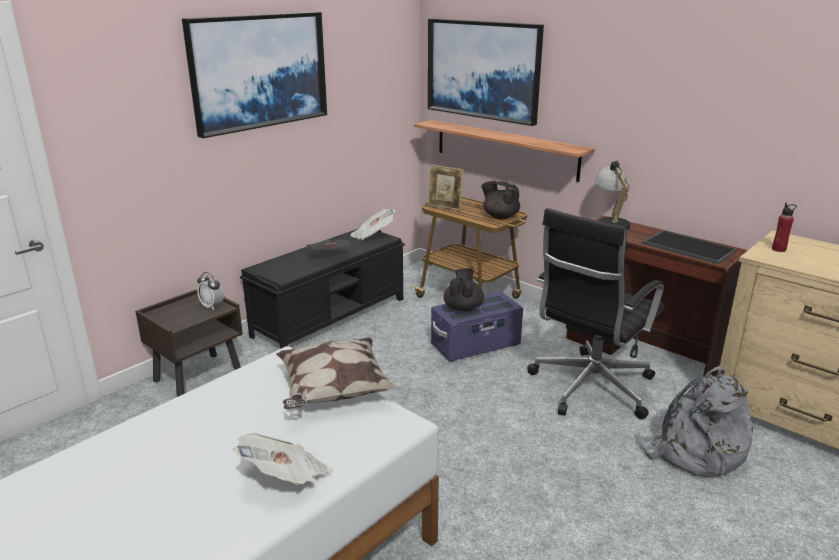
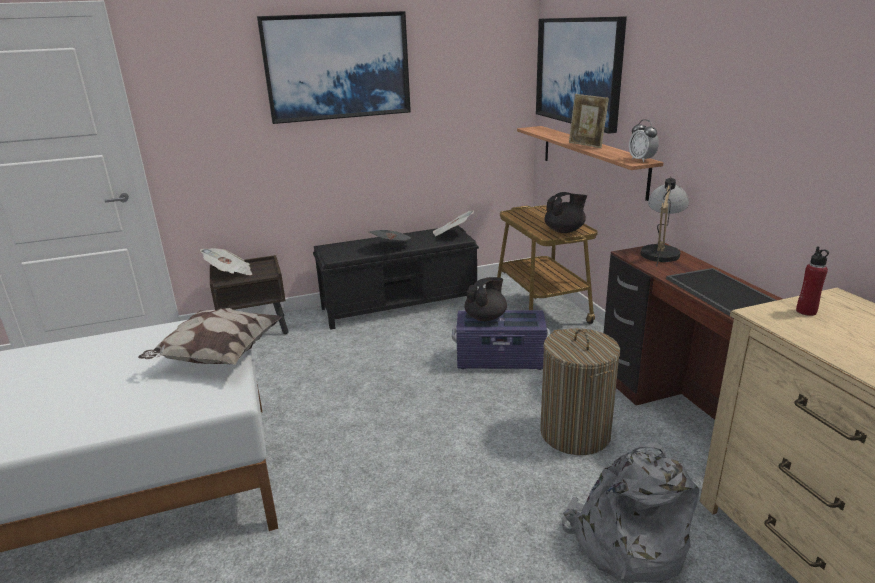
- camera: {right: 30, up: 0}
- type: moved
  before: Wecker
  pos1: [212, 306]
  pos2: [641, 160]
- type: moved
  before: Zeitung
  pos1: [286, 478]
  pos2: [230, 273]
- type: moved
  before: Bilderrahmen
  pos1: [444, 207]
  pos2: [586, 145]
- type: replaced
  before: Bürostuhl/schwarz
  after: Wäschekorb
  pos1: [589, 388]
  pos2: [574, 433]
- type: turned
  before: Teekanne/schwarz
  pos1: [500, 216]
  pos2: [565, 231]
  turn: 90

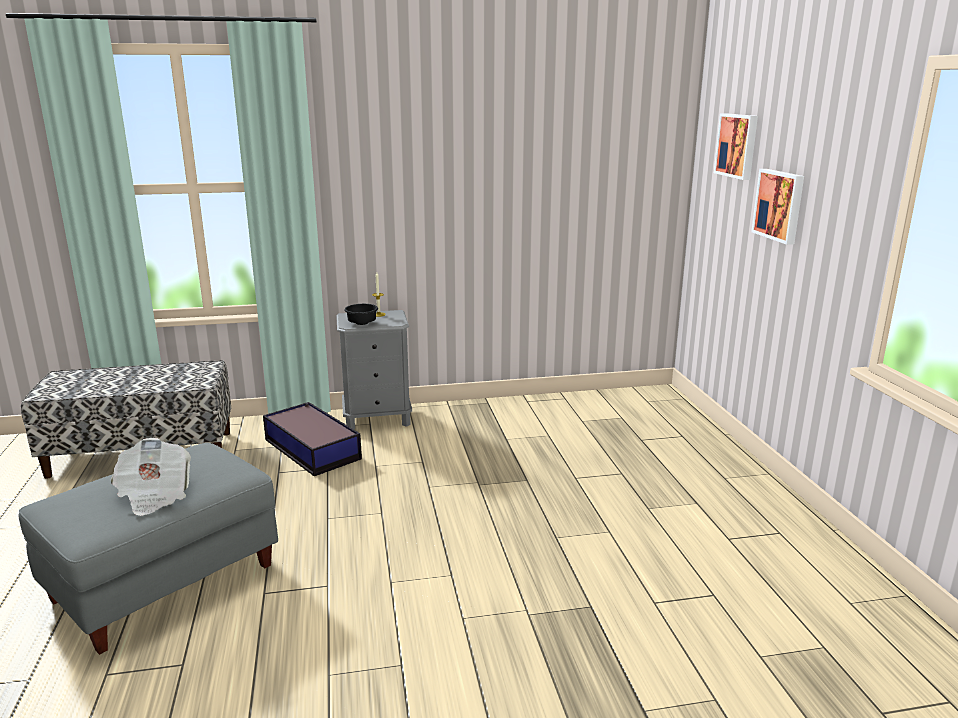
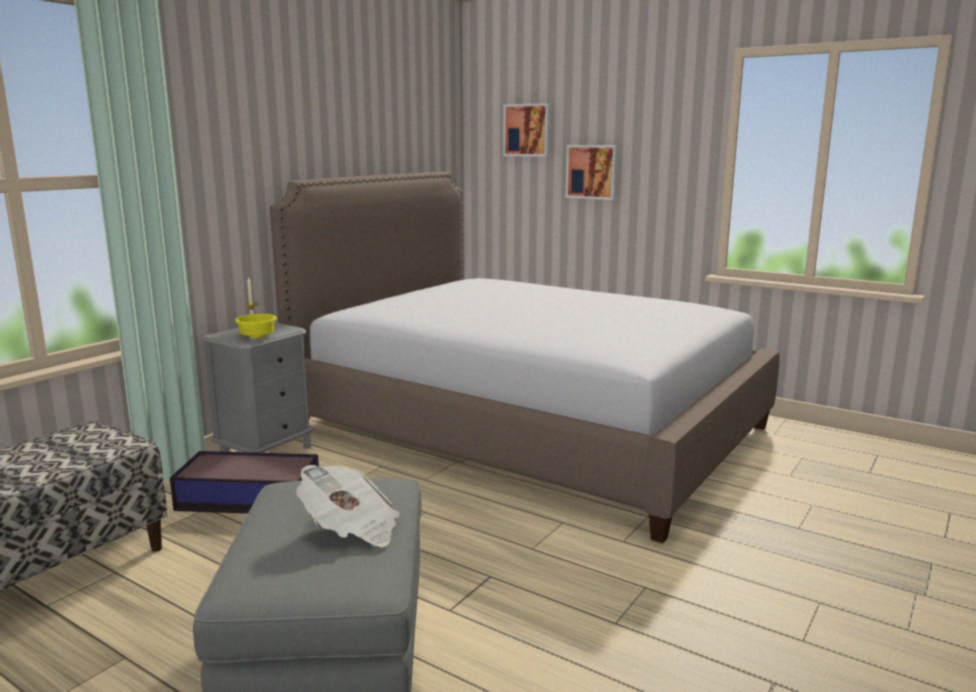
- camera: {right: -45, up: -5}
- type: added
  after: Bett
  pos2: [529, 429]
- type: recoloured
  before: Schüssel/schwarz
  after: Schüssel/gelb
  pos1: [362, 323]
  pos2: [256, 336]

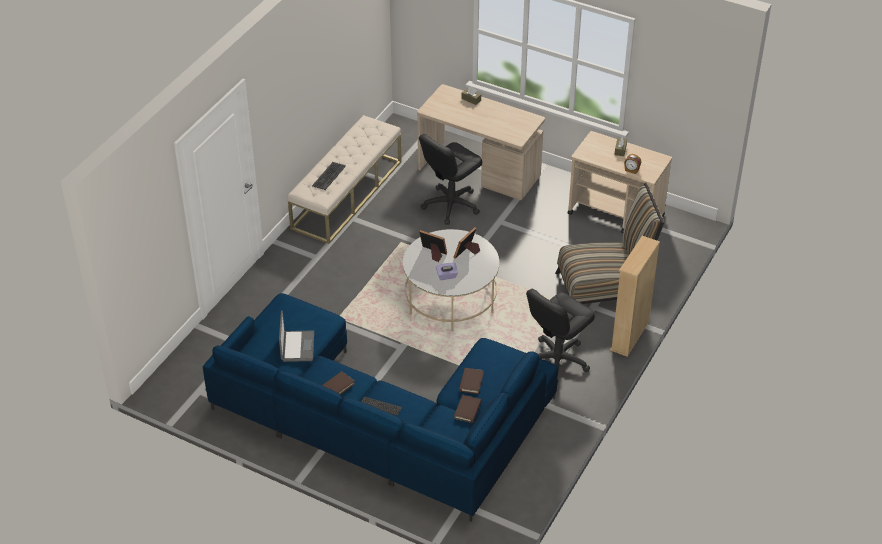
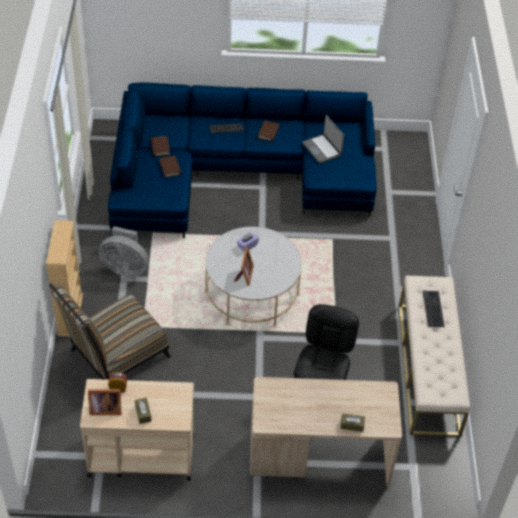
- camera: {right: 150, up: 5}
- type: moved
  before: Bilderrahmen
  pos1: [433, 254]
  pos2: [104, 408]
- type: replaced
  before: Bürostuhl/schwarz
  after: Ventilator/grau
  pos1: [557, 360]
  pos2: [125, 268]

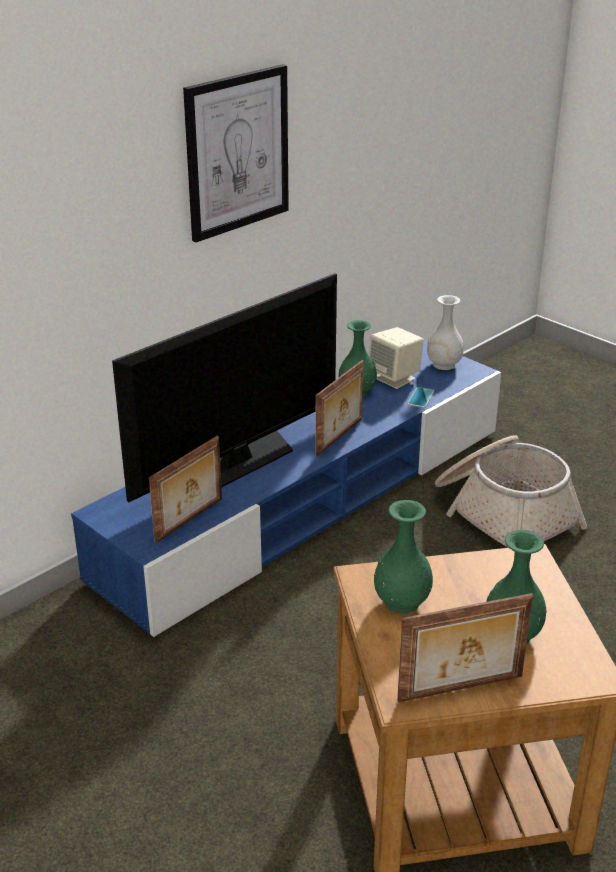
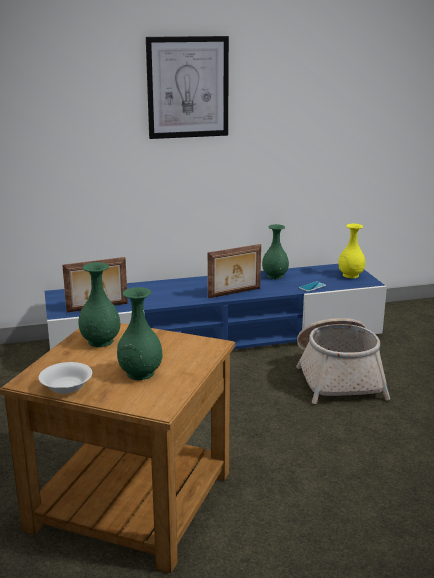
- camera: {right: 30, up: -10}
- type: removed
  before: Fernseher
  pos1: [236, 462]
- type: removed
  before: Lautsprecher/beige
  pos1: [395, 378]
- type: replaced
  before: Bilderrahmen
  after: Schüssel/weiß
  pos1: [461, 690]
  pos2: [67, 387]
- type: recoloured
  before: Vase/weiß
  after: Vase/gelb
  pos1: [443, 364]
  pos2: [350, 275]

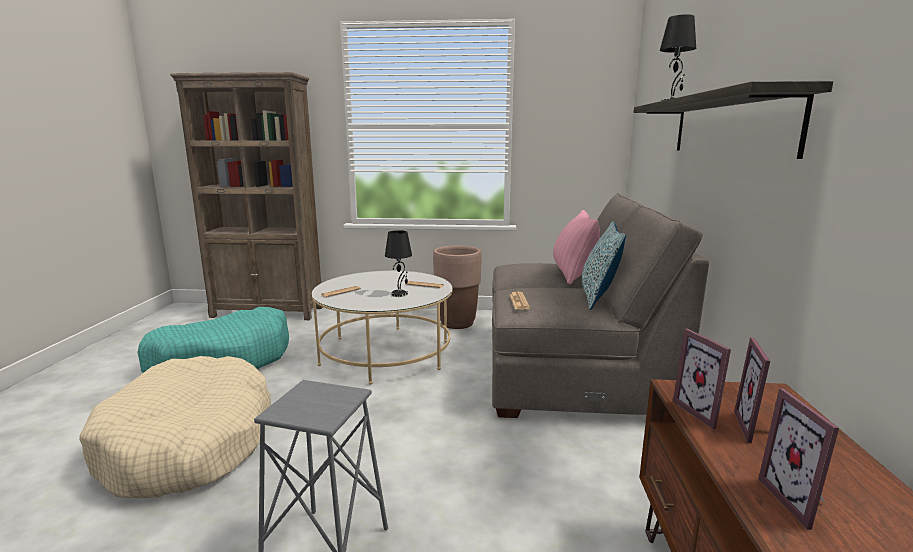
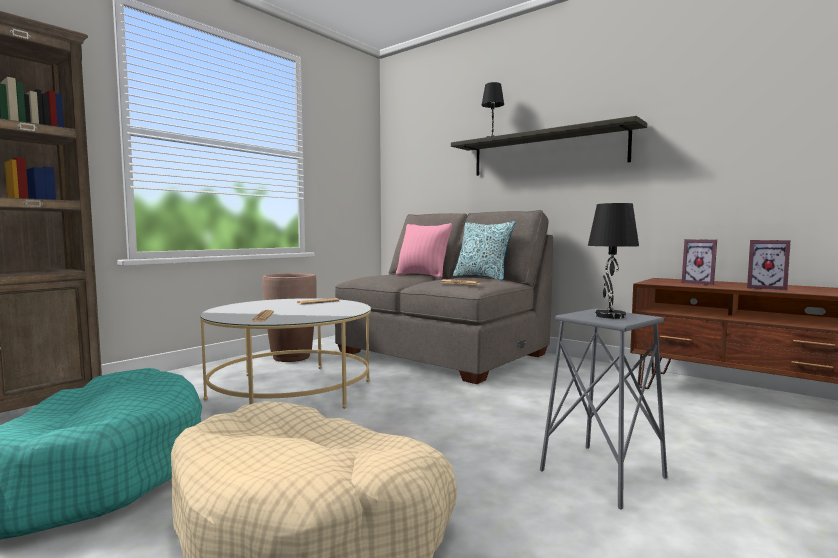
- camera: {right: -55, up: -10}
- type: removed
  before: Bilderrahmen
  pos1: [704, 412]
- type: moved
  before: Tischlampe/schwarz
  pos1: [399, 294]
  pos2: [609, 316]

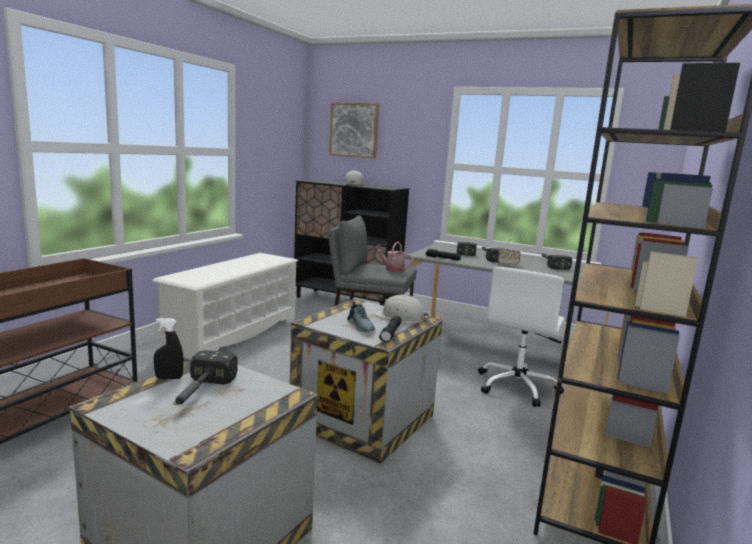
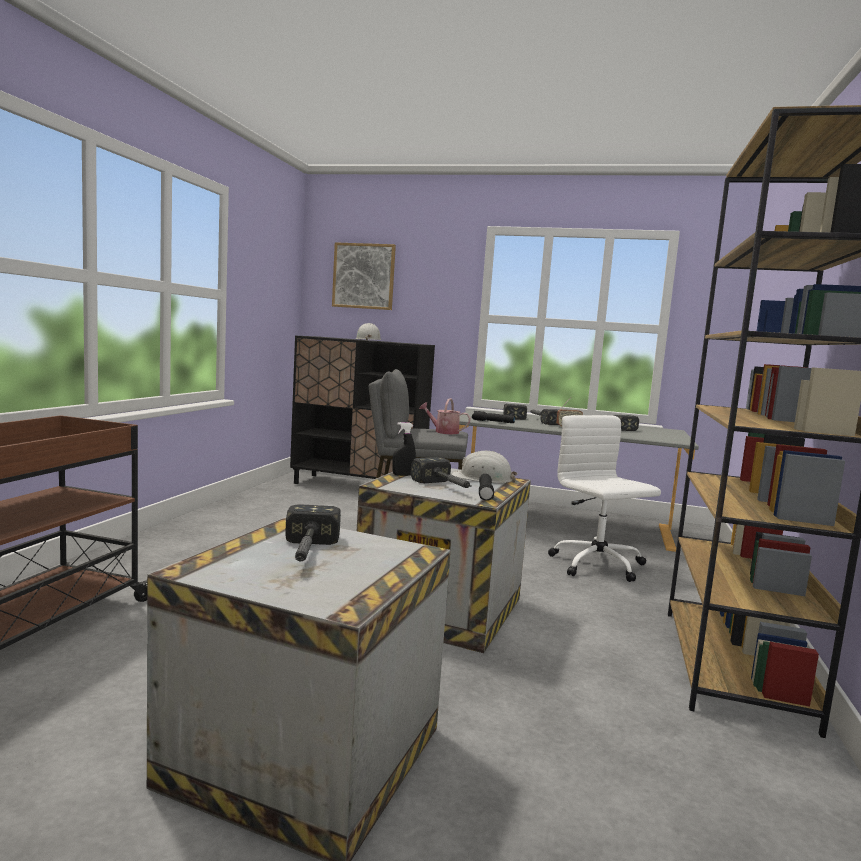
- camera: {right: -10, up: -5}
- type: removed
  before: Schuhregal/weiß
  pos1: [233, 334]
- type: moved
  before: Sprühflasche/schwarz
  pos1: [169, 378]
  pos2: [403, 475]
- type: replaced
  before: Schuh
  after: Hammer
  pos1: [361, 326]
  pos2: [446, 487]
- type: turned
  before: Bürostuhl/weiß
  pos1: [517, 386]
  pos2: [598, 565]
  turn: 135

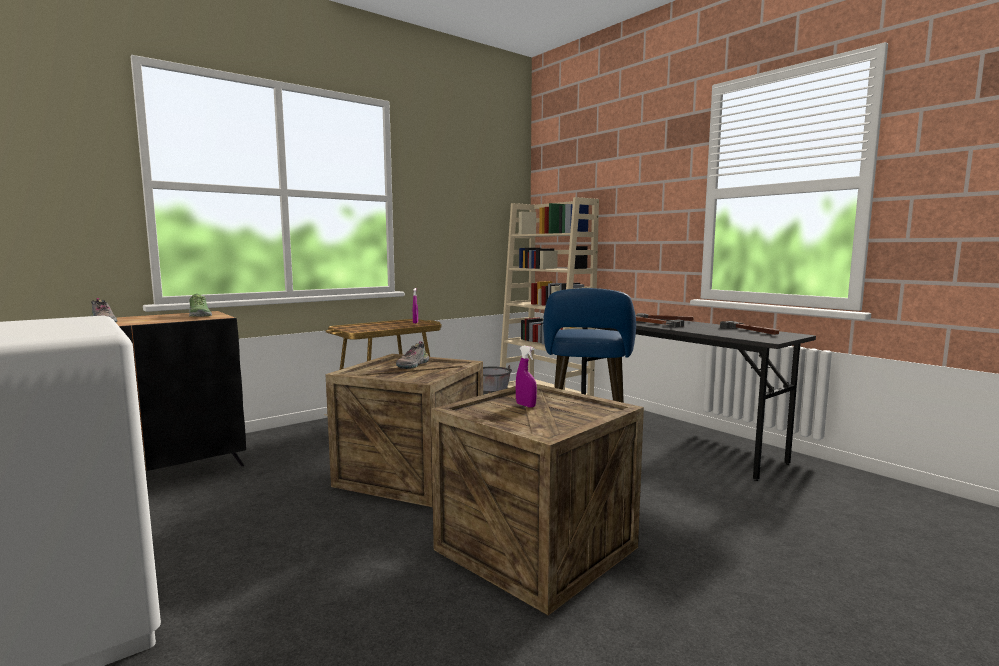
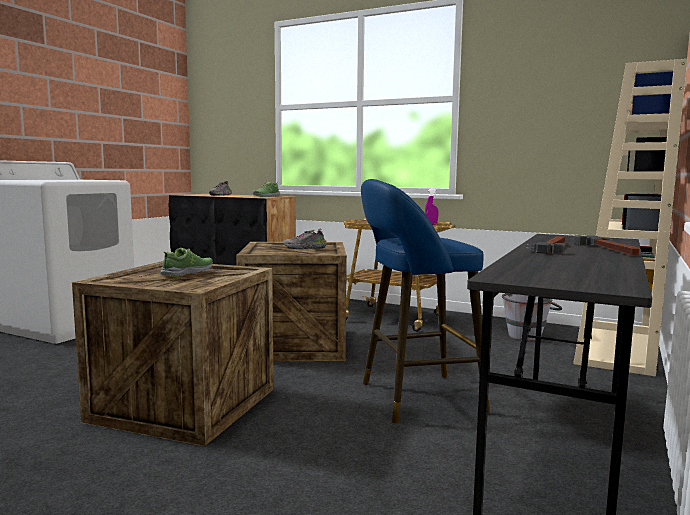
- camera: {right: 65, up: 0}
- type: removed
  before: Hammer
  pos1: [751, 331]
- type: replaced
  before: Sprühflasche/lila
  after: Schuh
  pos1: [525, 405]
  pos2: [188, 273]

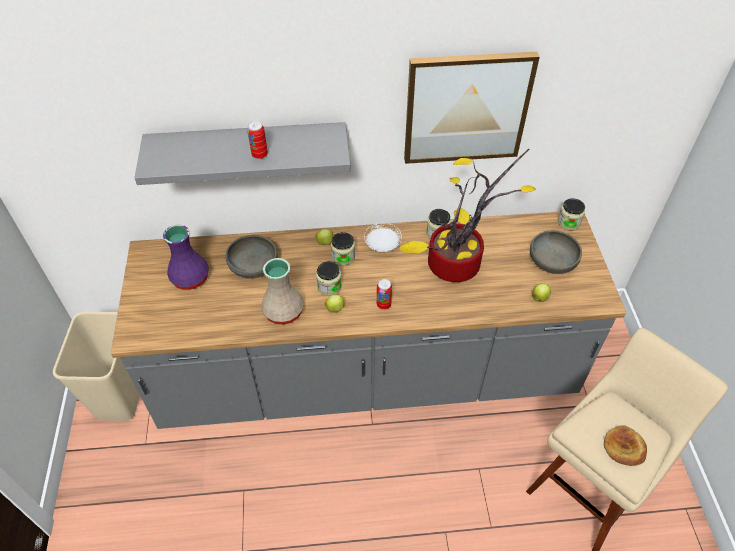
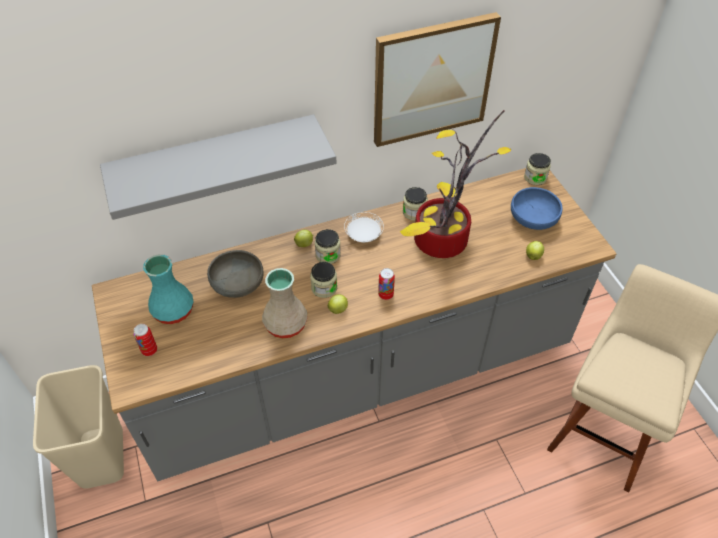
- camera: {right: -15, up: 0}
- type: removed
  before: Brot
  pos1: [624, 447]
- type: moved
  before: Dose
  pos1: [259, 155]
  pos2: [149, 350]
- type: recoloured
  before: Vase/lila
  after: Vase/türkis
  pos1: [191, 277]
  pos2: [173, 309]
- type: recoloured
  before: Schüssel/grau
  after: Schüssel/blau
  pos1: [552, 262]
  pos2: [533, 219]

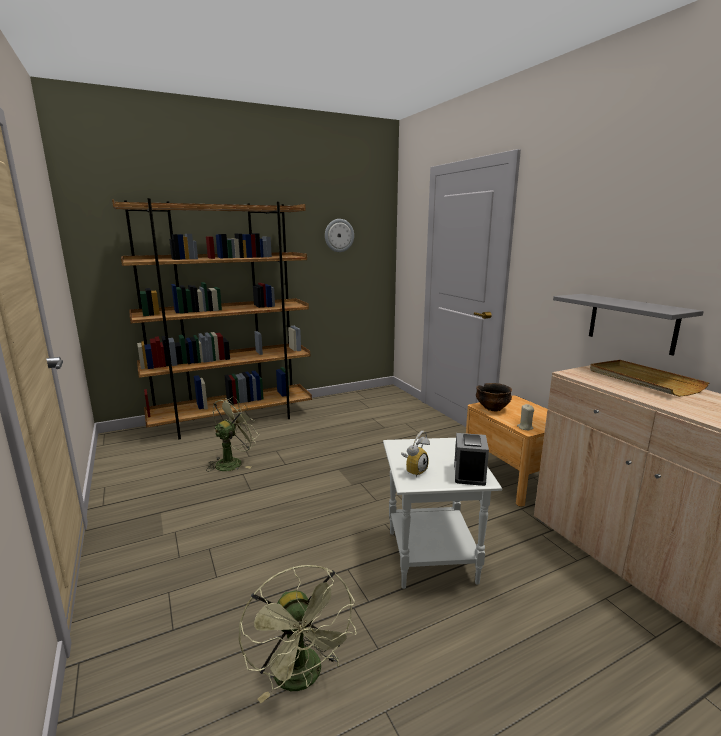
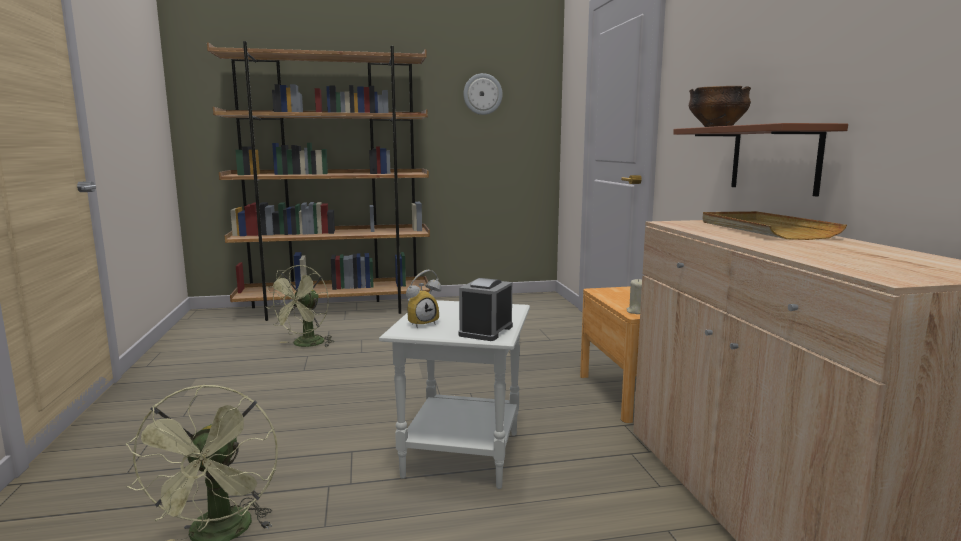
- camera: {right: 15, up: -5}
- type: moved
  before: Schüssel
  pos1: [492, 408]
  pos2: [717, 127]
- type: recoloured
  before: Wandregal/grau
  after: Wandregal/braun
  pos1: [632, 323]
  pos2: [774, 159]
- type: turned
  before: Ventilator/grün
  pos1: [233, 462]
  pos2: [305, 345]
  turn: 150

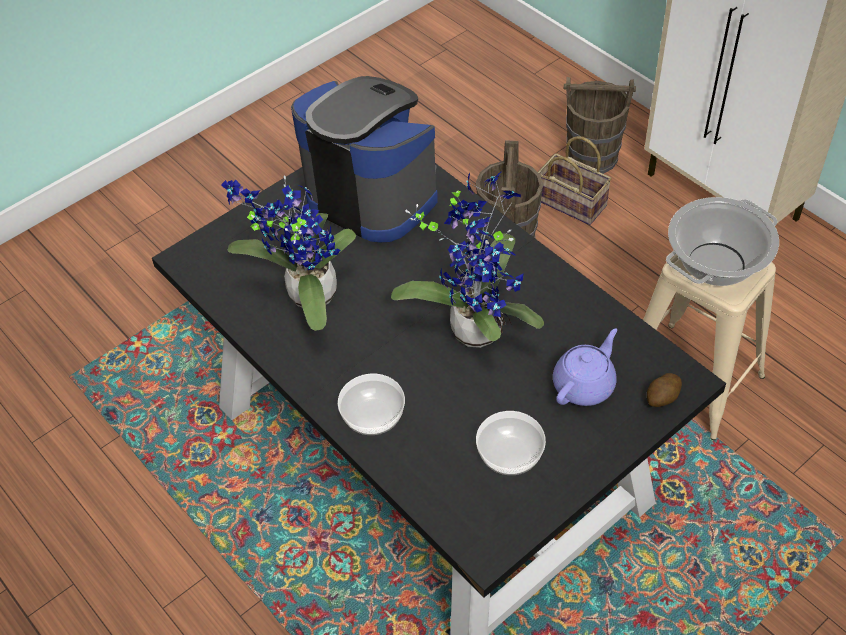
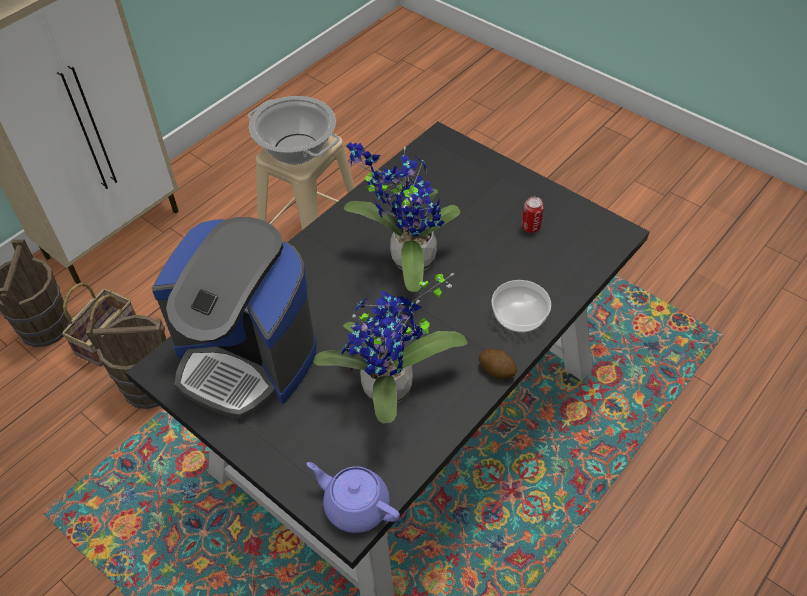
- camera: {right: -100, up: 0}
- type: moved
  before: Teekanne/lila
  pos1: [584, 384]
  pos2: [355, 505]
- type: moved
  before: Kartoffel
  pos1: [662, 398]
  pos2: [497, 370]
- type: replaced
  before: Schüssel
  after: Dose
  pos1: [510, 453]
  pos2: [530, 227]
- type: turned
  before: Kaffeemaschine
  pos1: [373, 195]
  pos2: [246, 358]
  turn: -90

